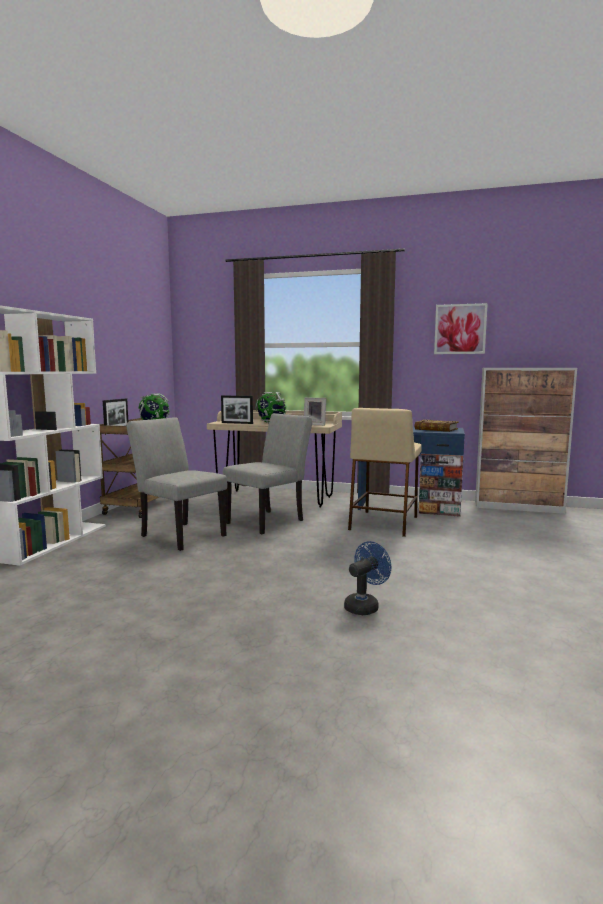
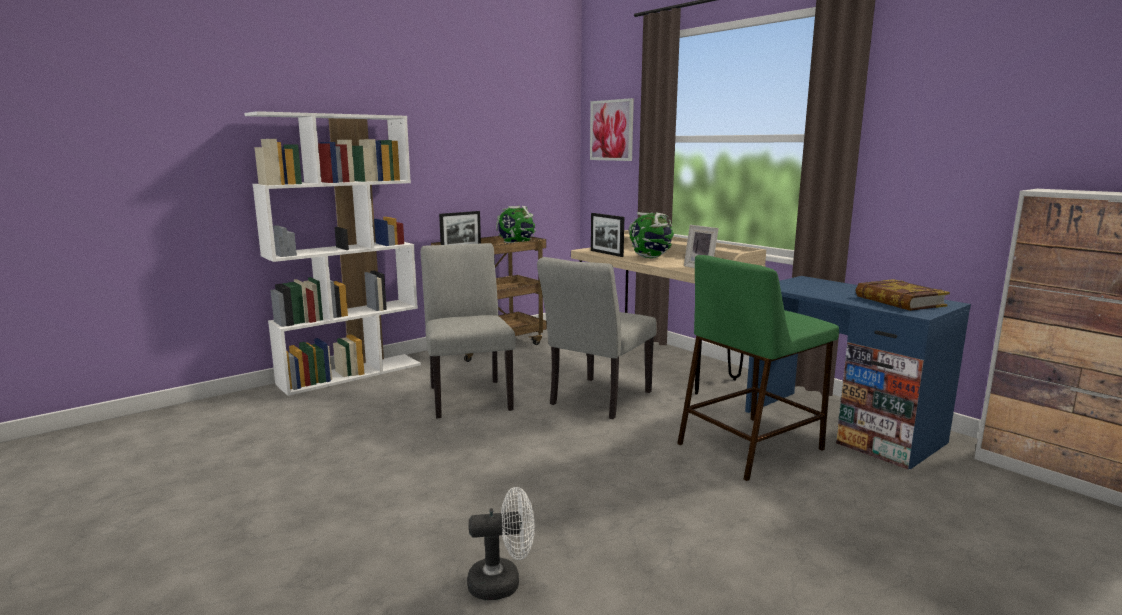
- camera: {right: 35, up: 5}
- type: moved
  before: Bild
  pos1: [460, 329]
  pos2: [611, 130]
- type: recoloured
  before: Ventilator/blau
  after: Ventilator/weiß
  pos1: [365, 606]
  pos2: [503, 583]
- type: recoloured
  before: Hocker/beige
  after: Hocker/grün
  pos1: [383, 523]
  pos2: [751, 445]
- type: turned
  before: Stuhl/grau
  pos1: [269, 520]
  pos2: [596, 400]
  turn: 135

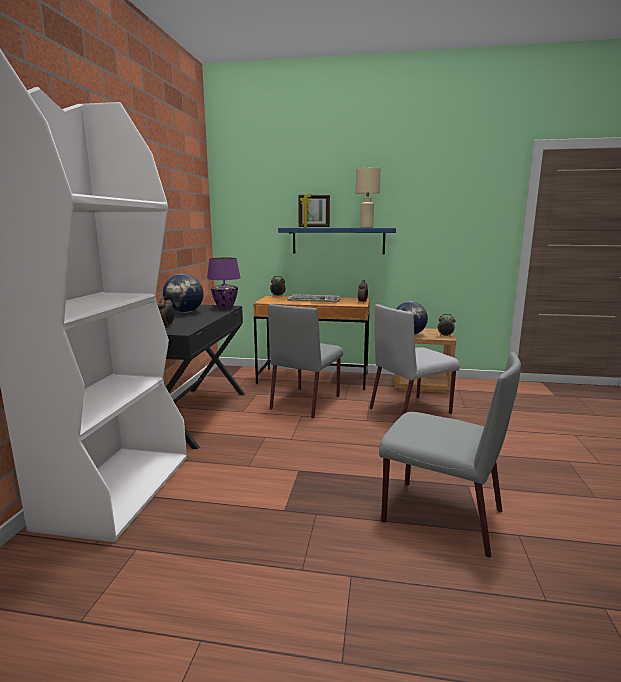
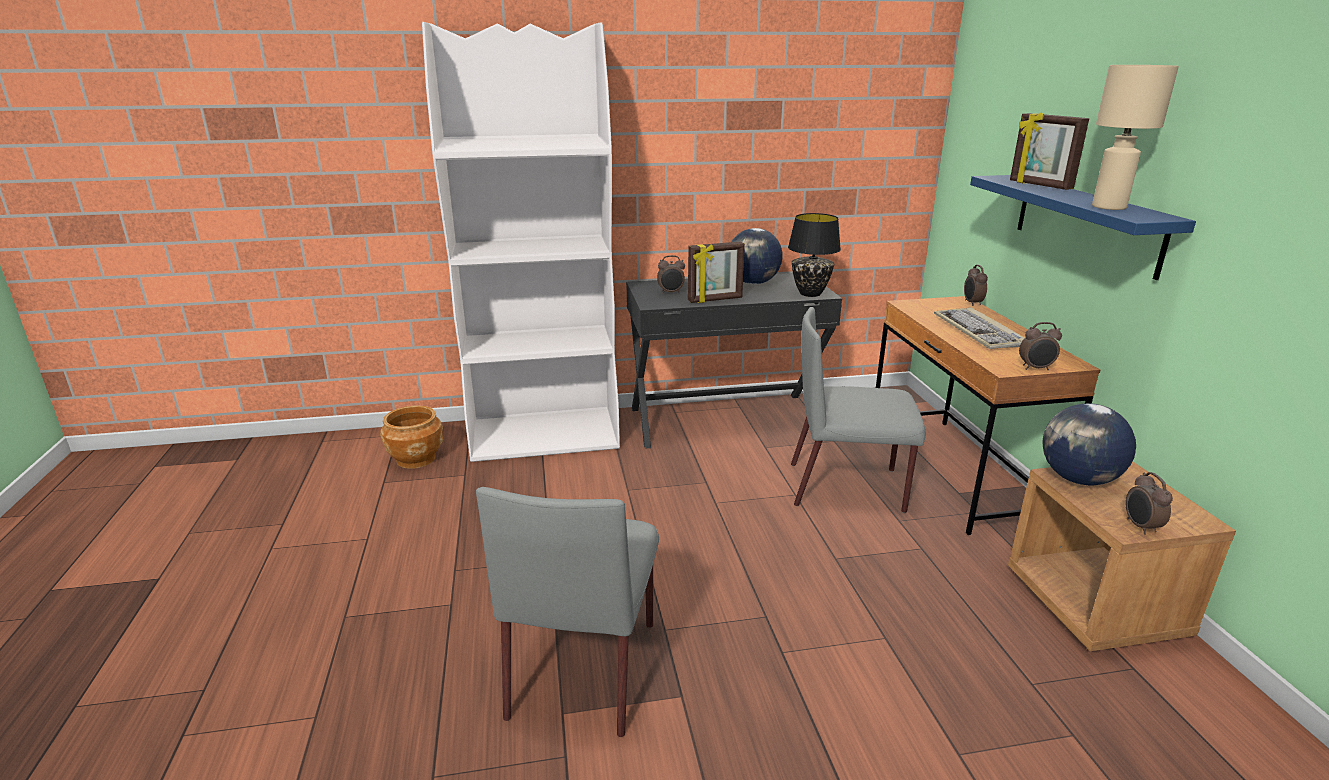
- camera: {right: 70, up: 10}
- type: removed
  before: Stuhl/grau
  pos1: [411, 411]
- type: added
  after: Pflanzkübel/braun
  pos2: [416, 458]
- type: added
  after: Bilderrahmen
  pos2: [715, 300]
- type: recoloured
  before: Tischlampe/lila
  after: Tischlampe/schwarz
  pos1: [225, 308]
  pos2: [810, 293]

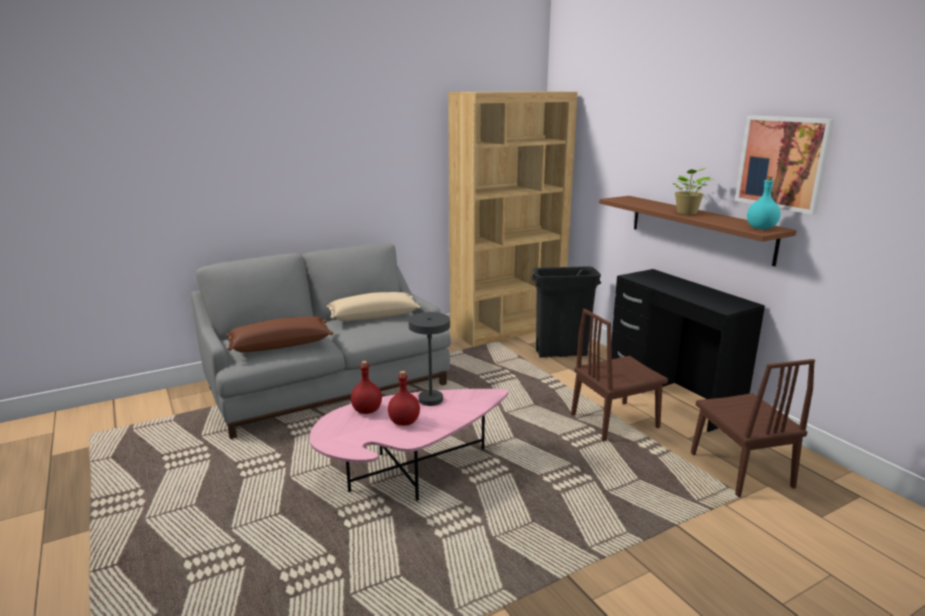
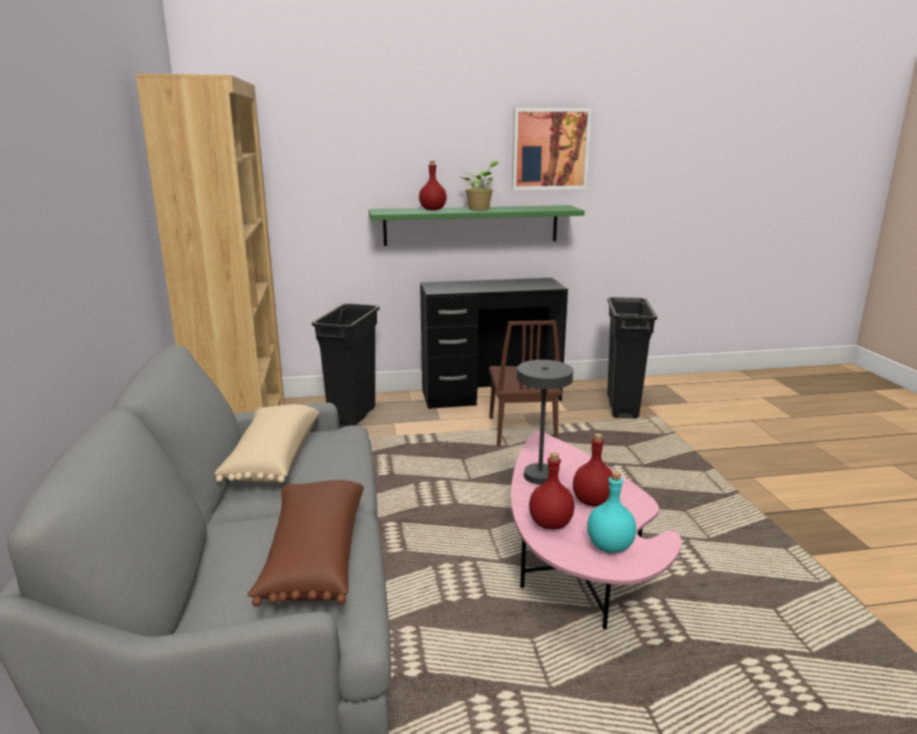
- camera: {right: -70, up: 0}
- type: added
  after: Flasche/rot
  pos2: [433, 210]
- type: moved
  before: Flasche/türkis
  pos1: [761, 228]
  pos2: [609, 546]
- type: replaced
  before: Stuhl/braun
  after: Mülleimer/schwarz
  pos1: [740, 469]
  pos2: [622, 407]
- type: recoloured
  before: Wandregal/braun
  after: Wandregal/grün
  pos1: [699, 228]
  pos2: [471, 225]

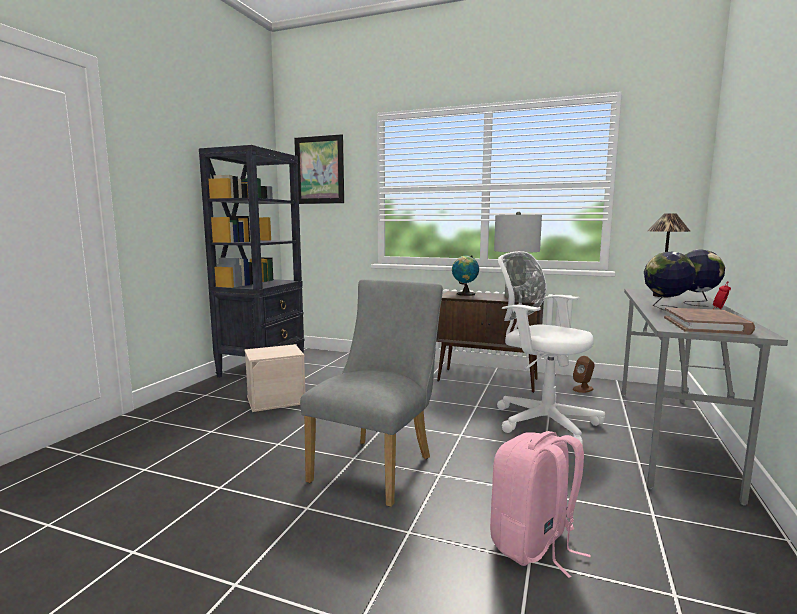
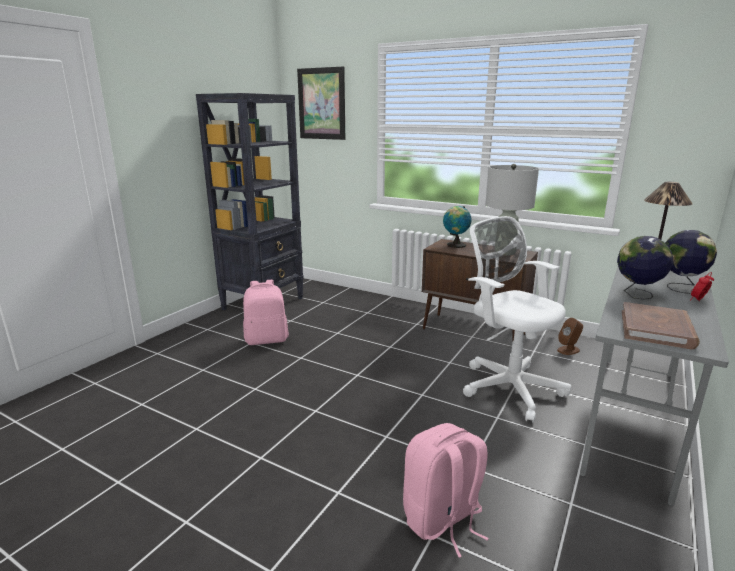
- camera: {right: 10, up: 10}
- type: removed
  before: Stuhl/grau
  pos1: [378, 465]
- type: replaced
  before: Aufbewahrungsbox/beige
  after: Rucksack/rosa
  pos1: [276, 400]
  pos2: [267, 339]

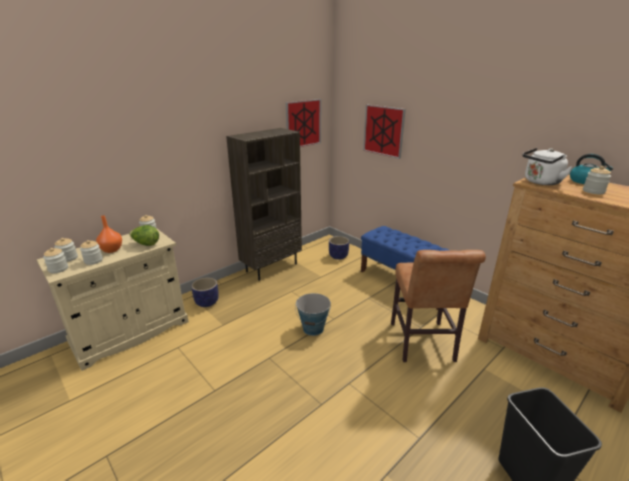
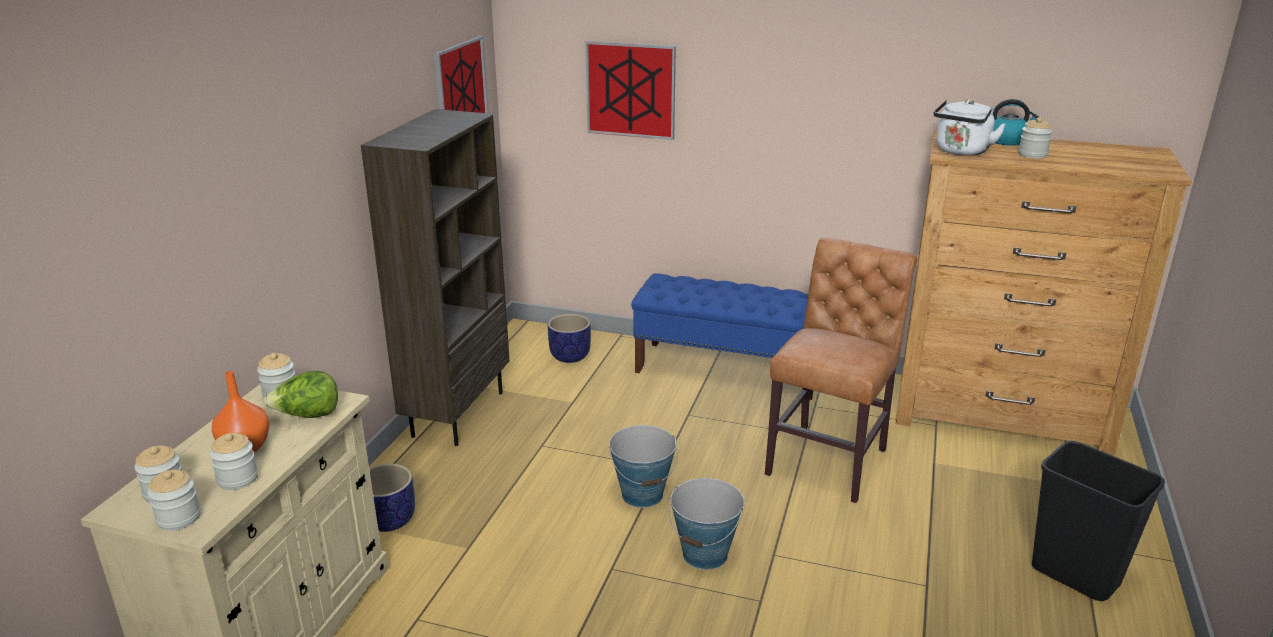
- camera: {right: -30, up: 0}
- type: added
  after: Eimer
  pos2: [705, 554]
- type: turned
  before: Stuhl/braun
  pos1: [422, 344]
  pos2: [830, 459]
  turn: -120

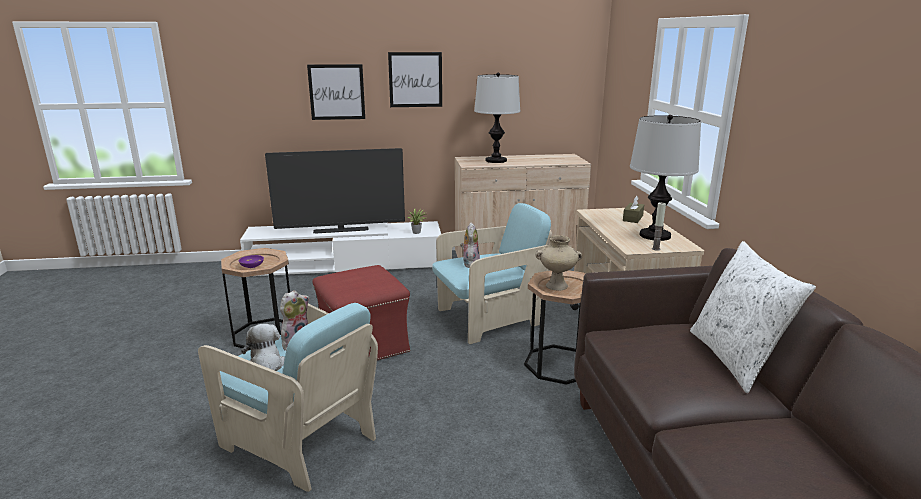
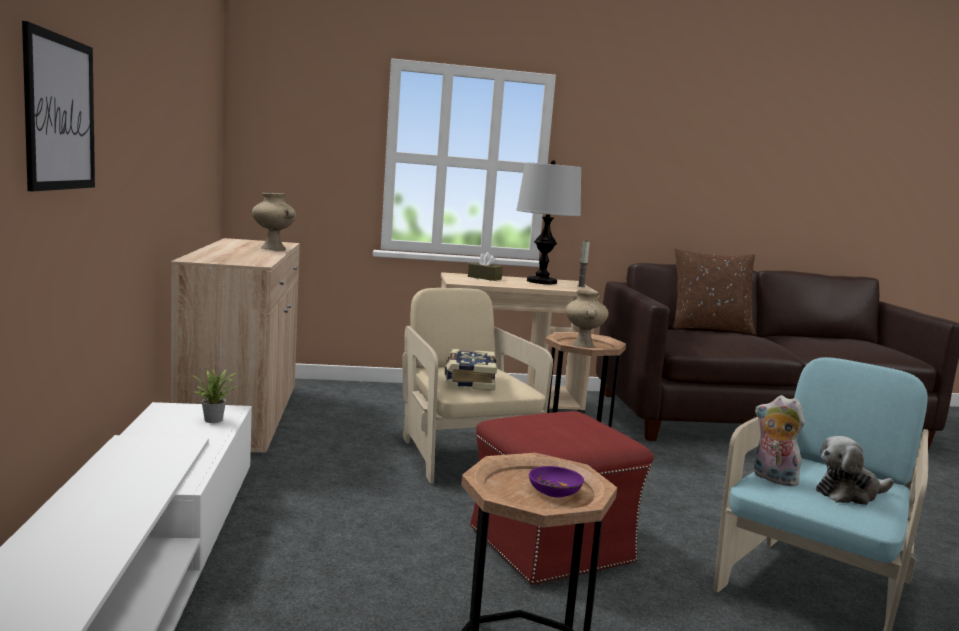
- camera: {right: -90, up: -10}
- type: removed
  before: Fernseher
  pos1: [341, 230]
- type: removed
  before: Bild
  pos1: [415, 79]
- type: removed
  before: Tischlampe
  pos1: [496, 160]
- type: added
  after: Vase/beige
  pos2: [272, 248]
- type: replaced
  before: Plüschtier
  after: Buch
  pos1: [470, 263]
  pos2: [468, 381]
- type: recoloured
  before: Sessel/türkis
  after: Sessel/beige
  pos1: [489, 319]
  pos2: [463, 456]
- type: recoloured
  before: Kissen/weiß
  after: Kissen/braun
  pos1: [735, 359]
  pos2: [709, 329]

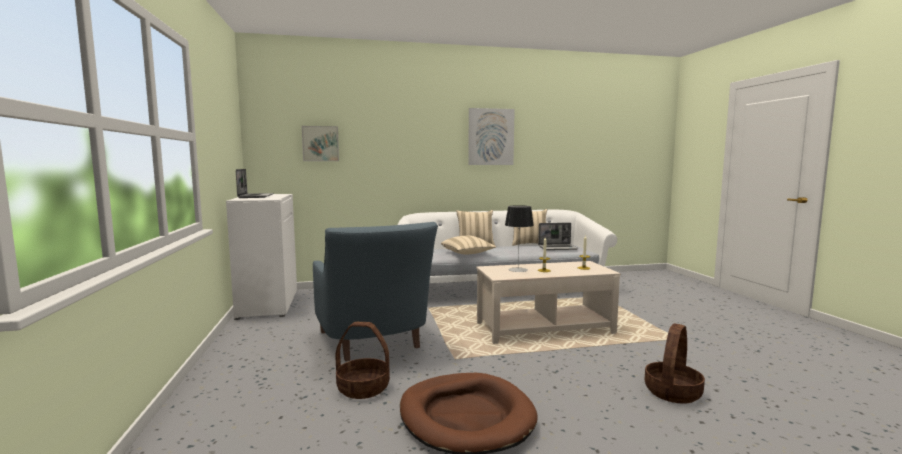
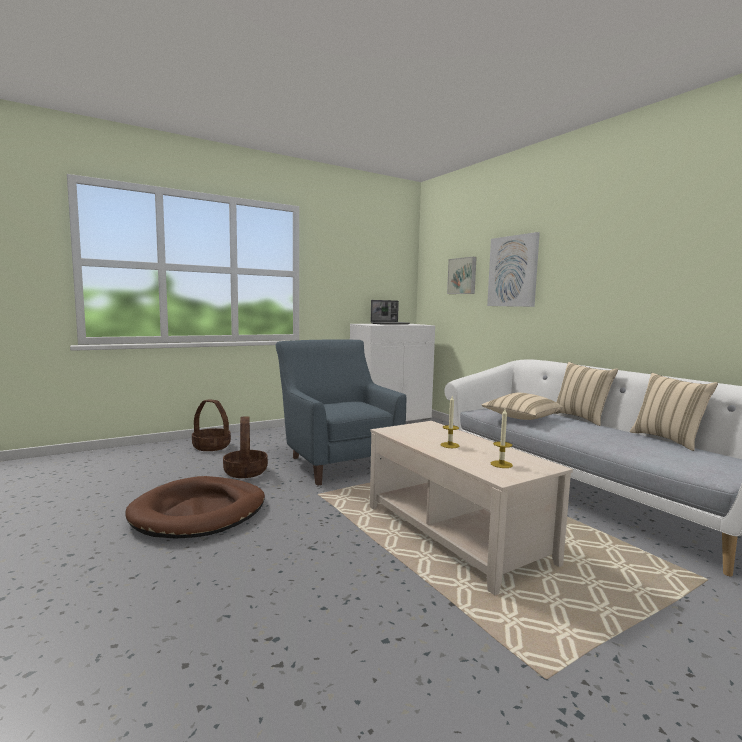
- camera: {right: 70, up: 0}
- type: removed
  before: Tischlampe
  pos1: [518, 270]
- type: removed
  before: Laptop
  pos1: [558, 248]
- type: moved
  before: Bild
  pos1: [490, 137]
  pos2: [513, 271]
- type: moved
  before: Korb
  pos1: [672, 392]
  pos2: [212, 446]
- type: turned
  before: Sessel/blau
  pos1: [374, 342]
  pos2: [336, 461]
  turn: 105

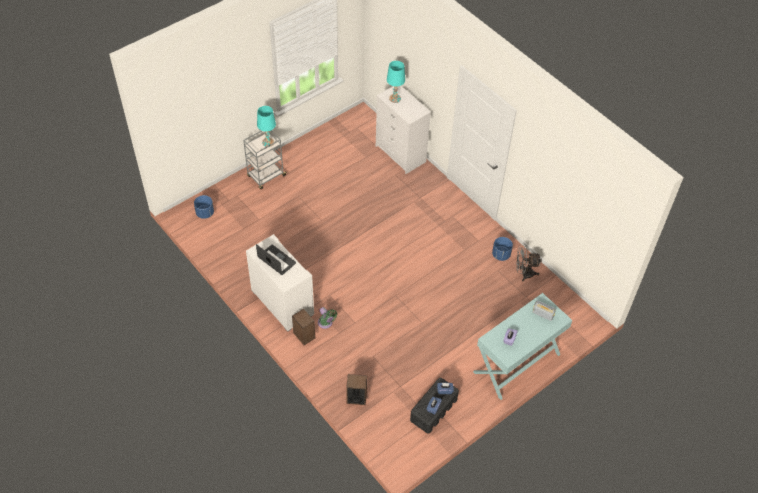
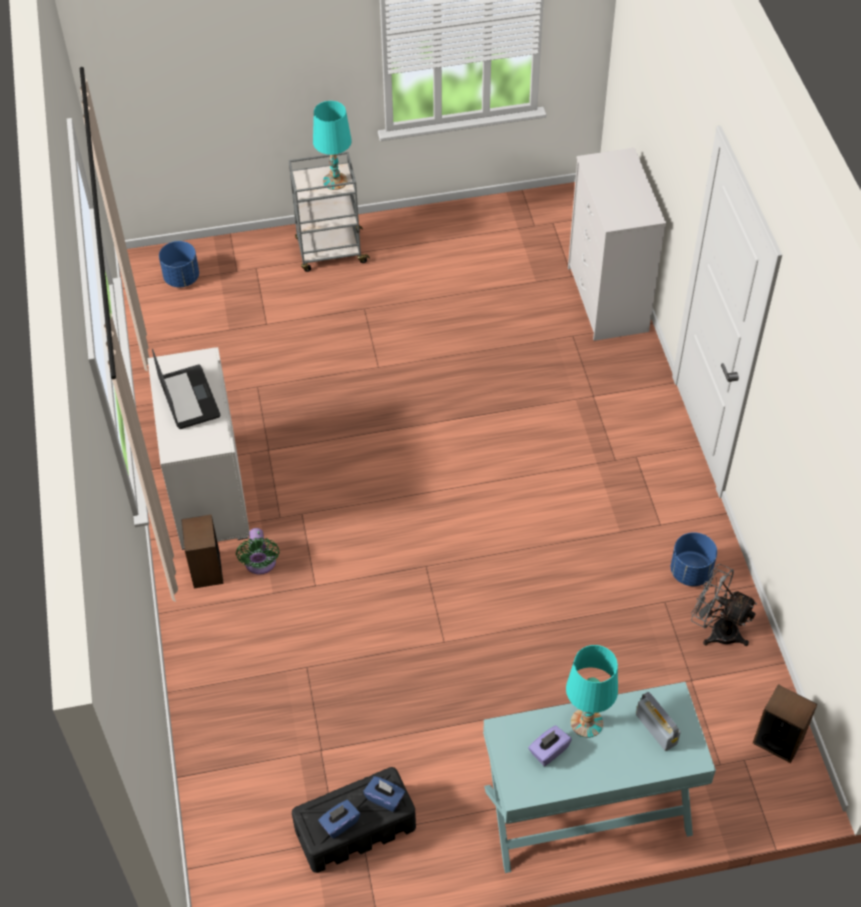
- camera: {right: 30, up: 0}
- type: moved
  before: Lautsprecher
  pos1: [356, 397]
  pos2: [778, 740]
- type: moved
  before: Tischlampe/türkis
  pos1: [395, 98]
  pos2: [586, 723]

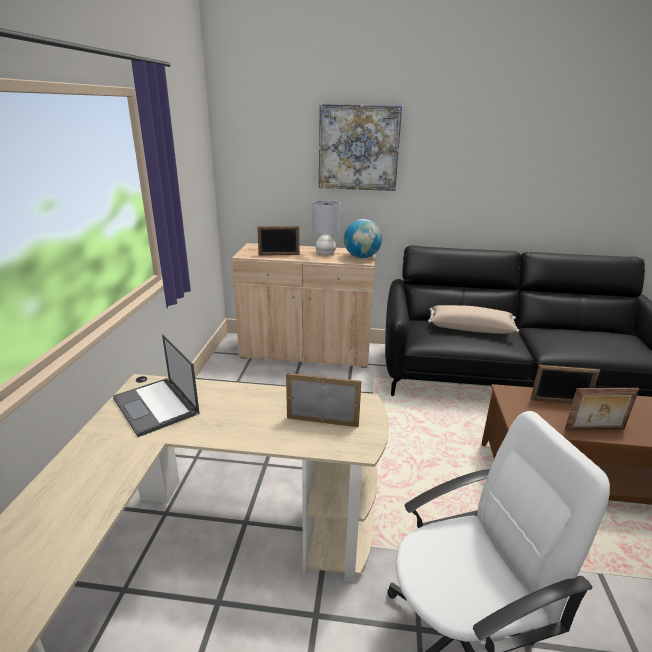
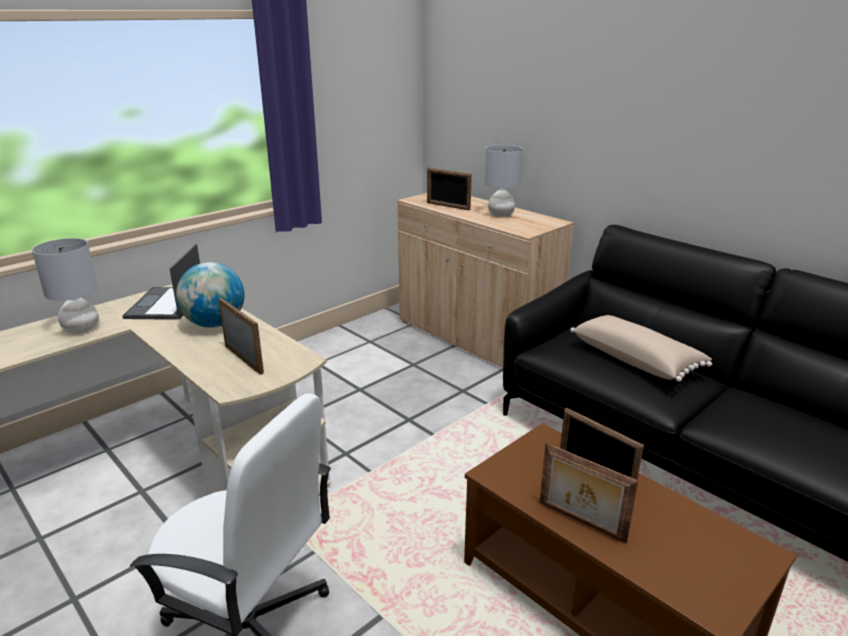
- camera: {right: 40, up: 0}
- type: removed
  before: Bild
  pos1: [358, 148]
- type: added
  after: Tischlampe/grau
  pos2: [81, 329]
- type: moved
  before: Globus
  pos1: [362, 257]
  pos2: [215, 324]

